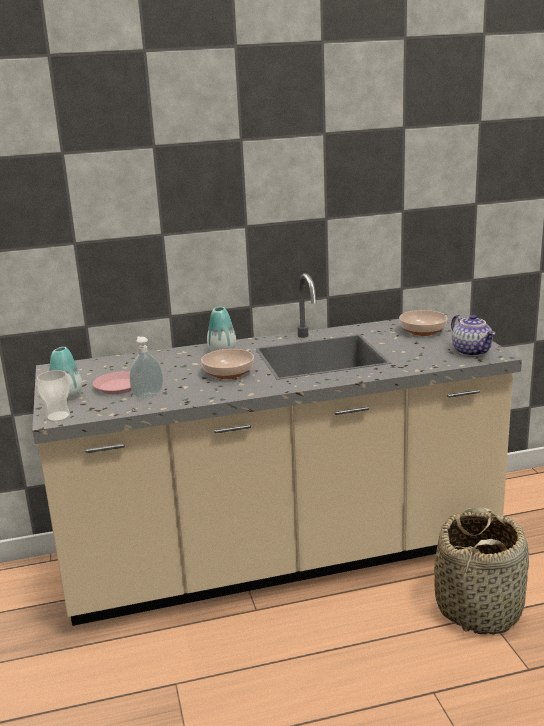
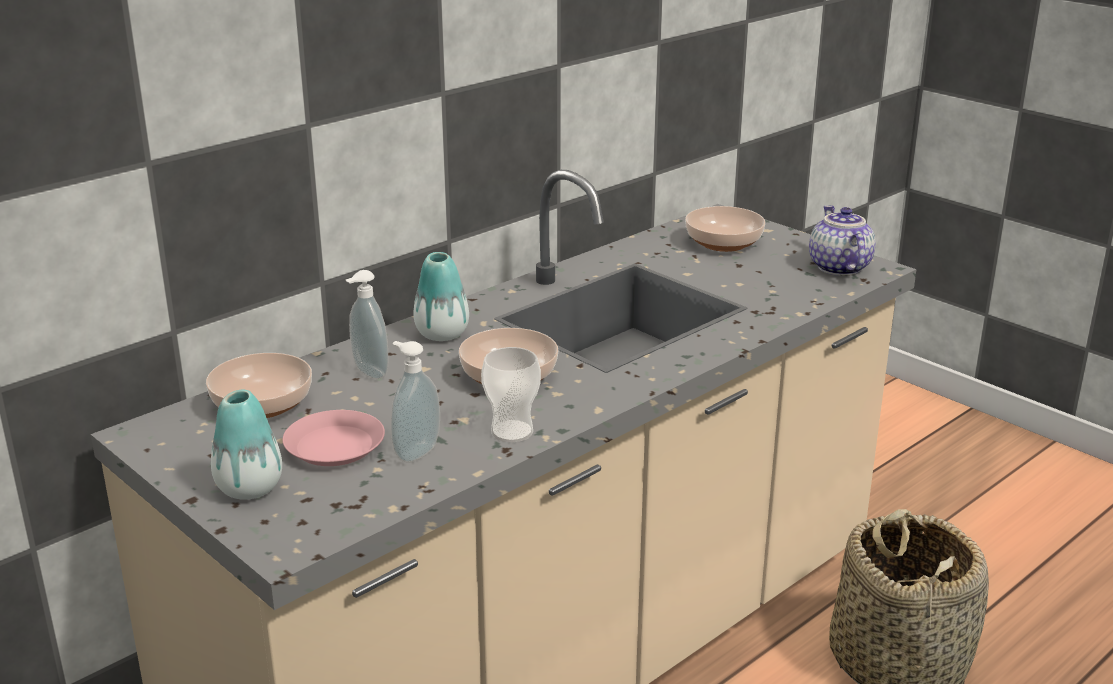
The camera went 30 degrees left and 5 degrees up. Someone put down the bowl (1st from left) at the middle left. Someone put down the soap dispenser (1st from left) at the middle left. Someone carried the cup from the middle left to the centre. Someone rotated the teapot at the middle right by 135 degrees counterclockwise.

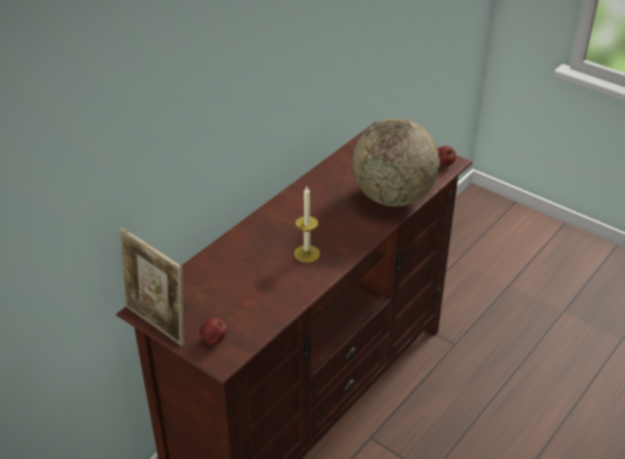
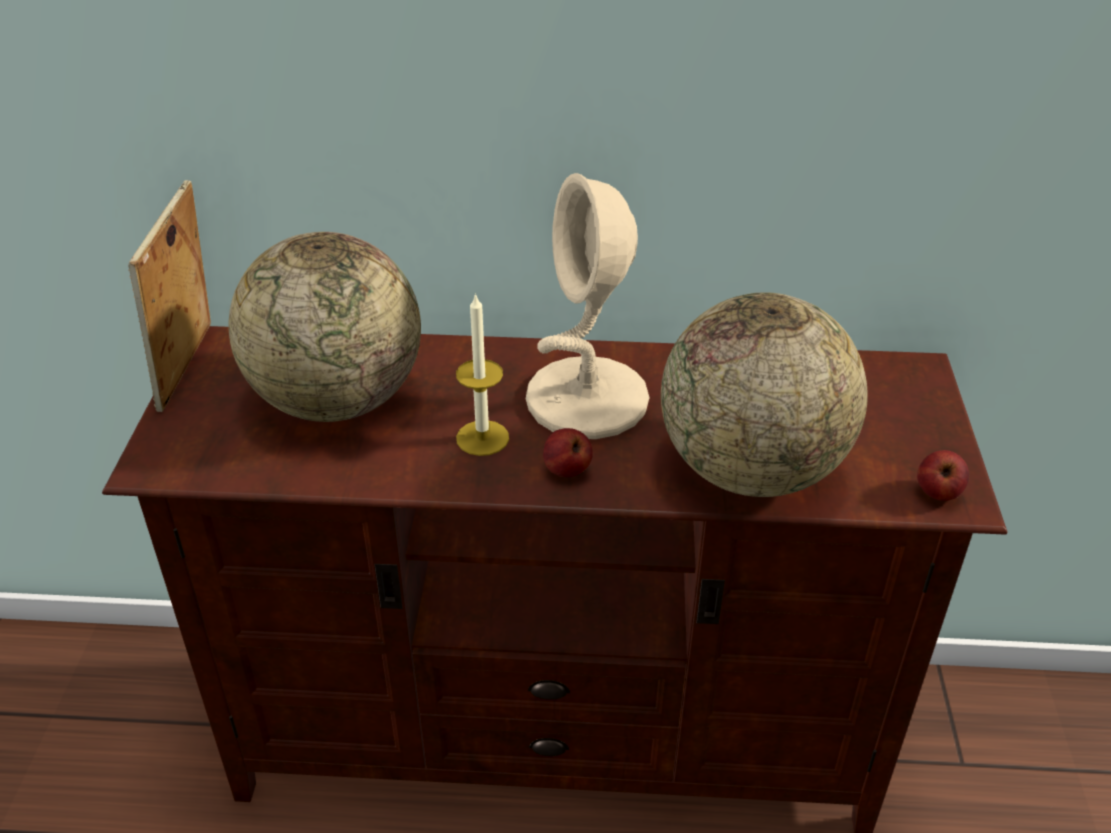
The camera went 55 degrees right and 0 degrees up. Someone put down the globe (1st from left) at the middle left. Someone put down the beige table lamp at the centre. Someone carried the apple (1st from left) from the bottom centre to the centre.

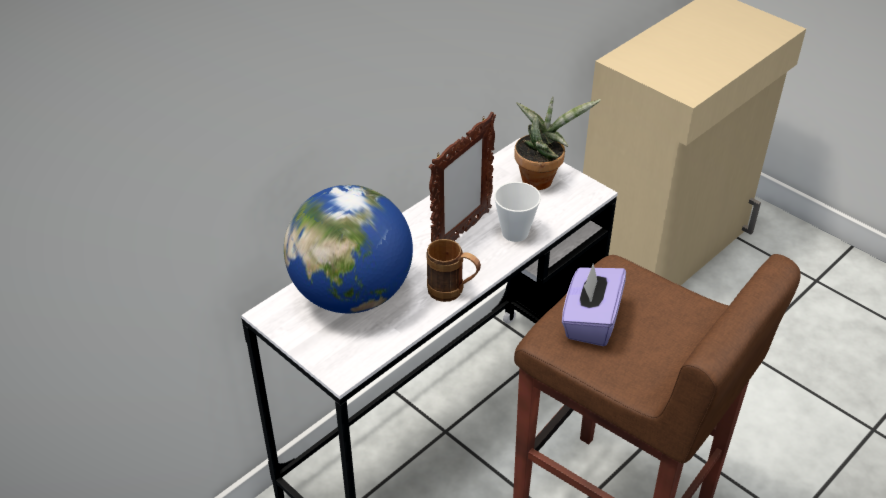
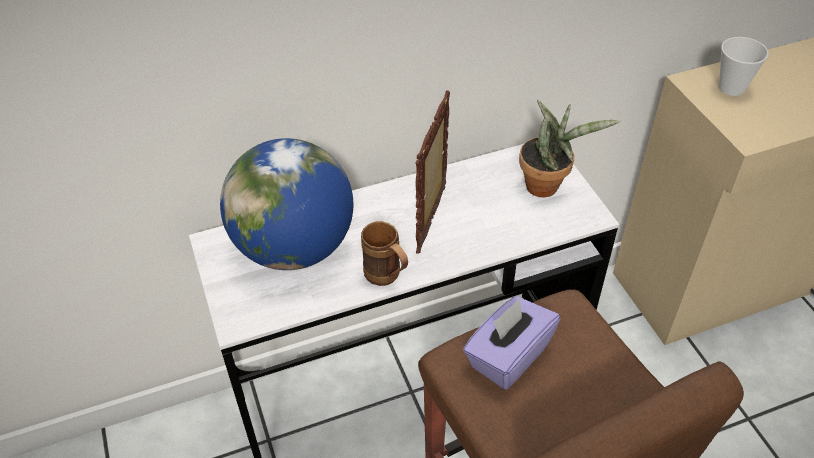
The camera went 25 degrees right and 5 degrees up. Someone rotated the picture frame at the centre by 135 degrees clockwise. Someone carried the cup from the centre to the top right.

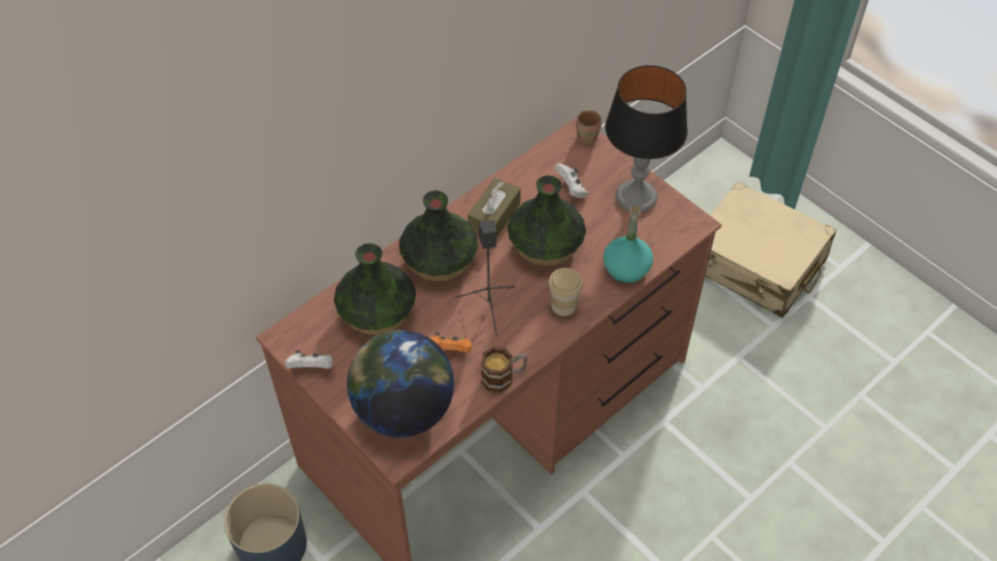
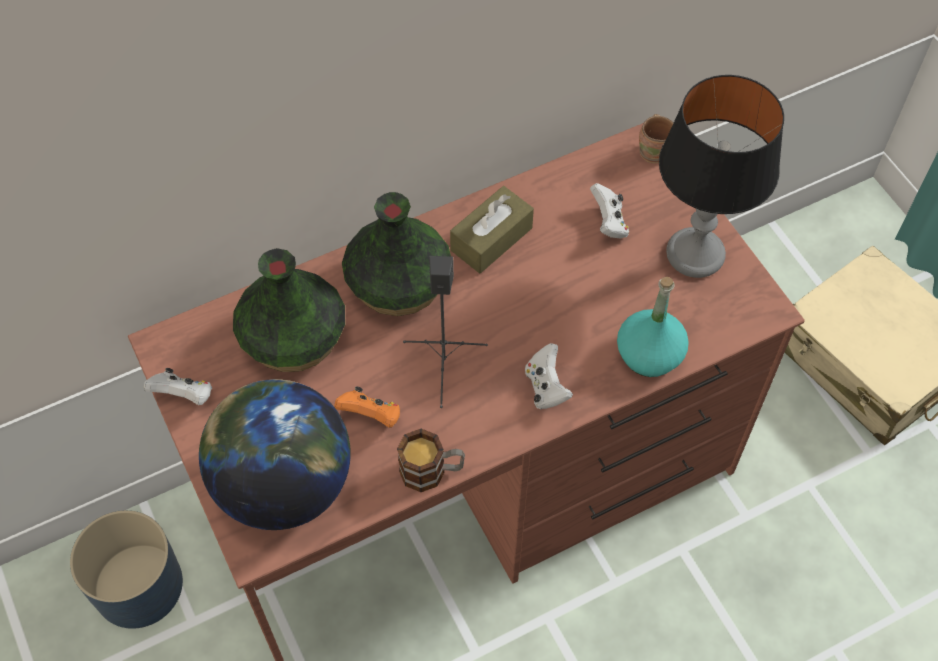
The camera went 15 degrees right and 5 degrees up. Someone swapped the cup at the centre for the white game controller (2nd from left) at the centre. Someone took away the vase (3rd from left) at the centre.

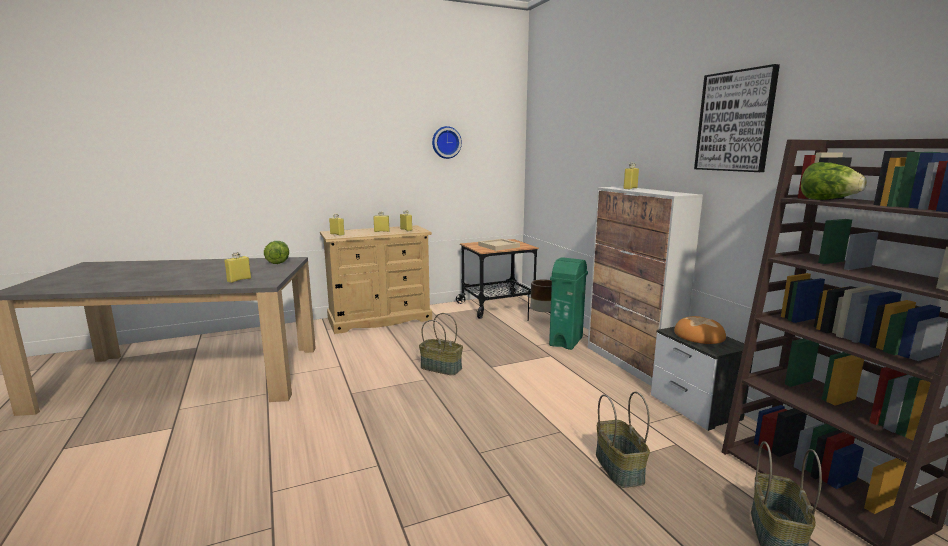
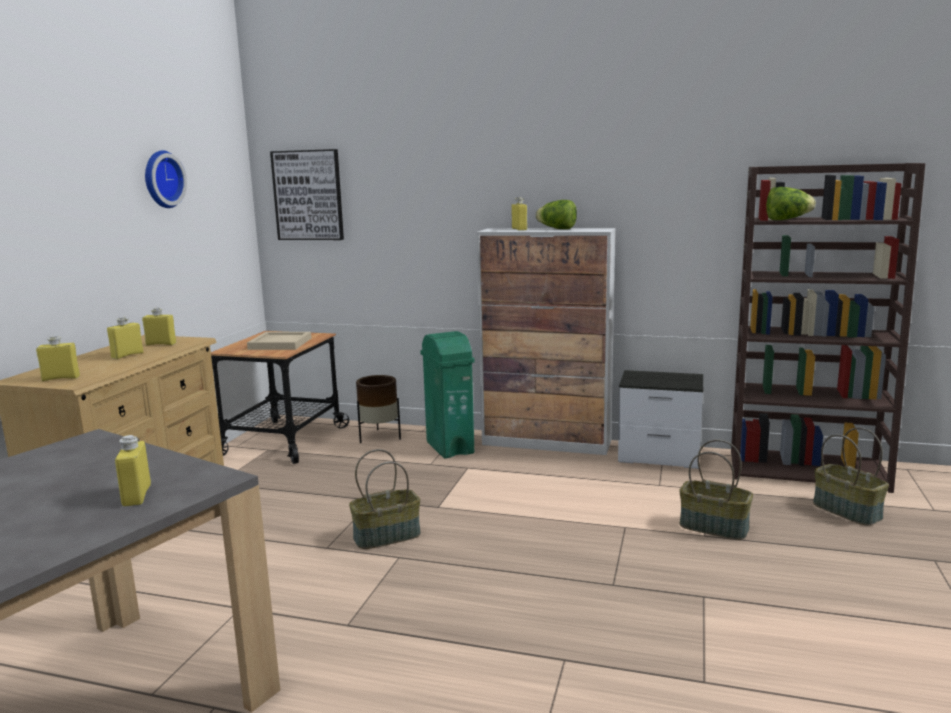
The camera went 50 degrees left and 0 degrees up. Someone carried the picture from the top right to the top left. Someone carried the lettuce (1st from left) from the middle left to the top centre. Someone took away the bread at the middle right.

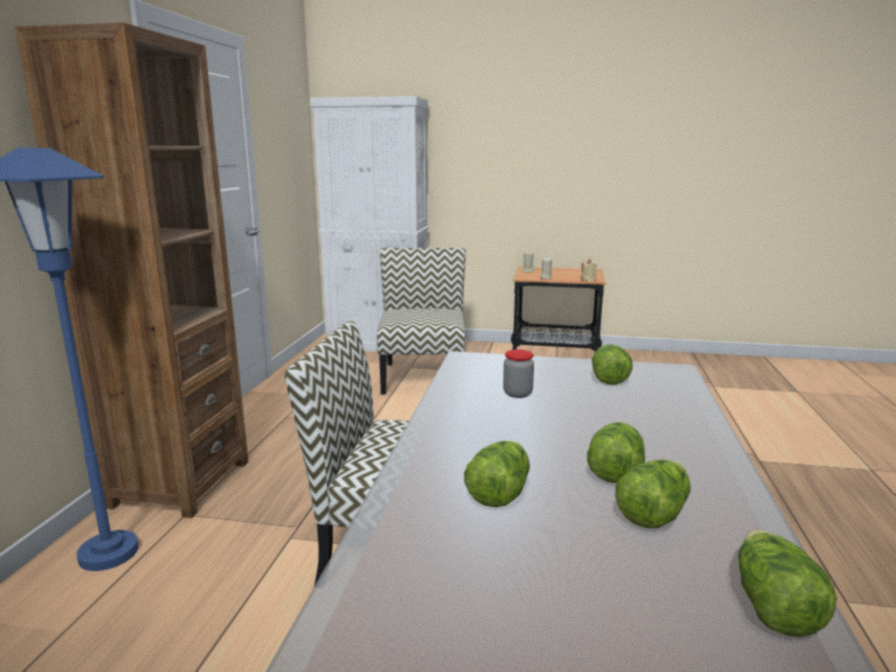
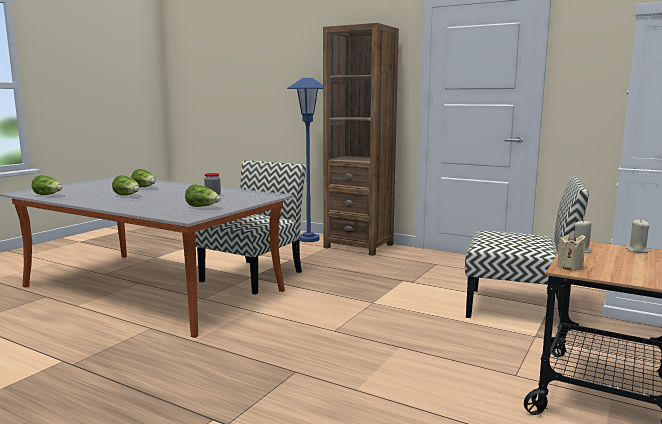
The camera went 110 degrees right and 5 degrees down. Someone took away the lettuce (4th from left) at the bottom right.

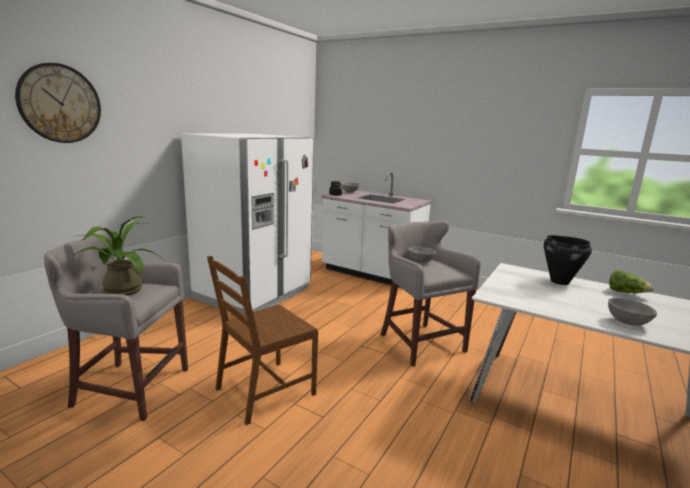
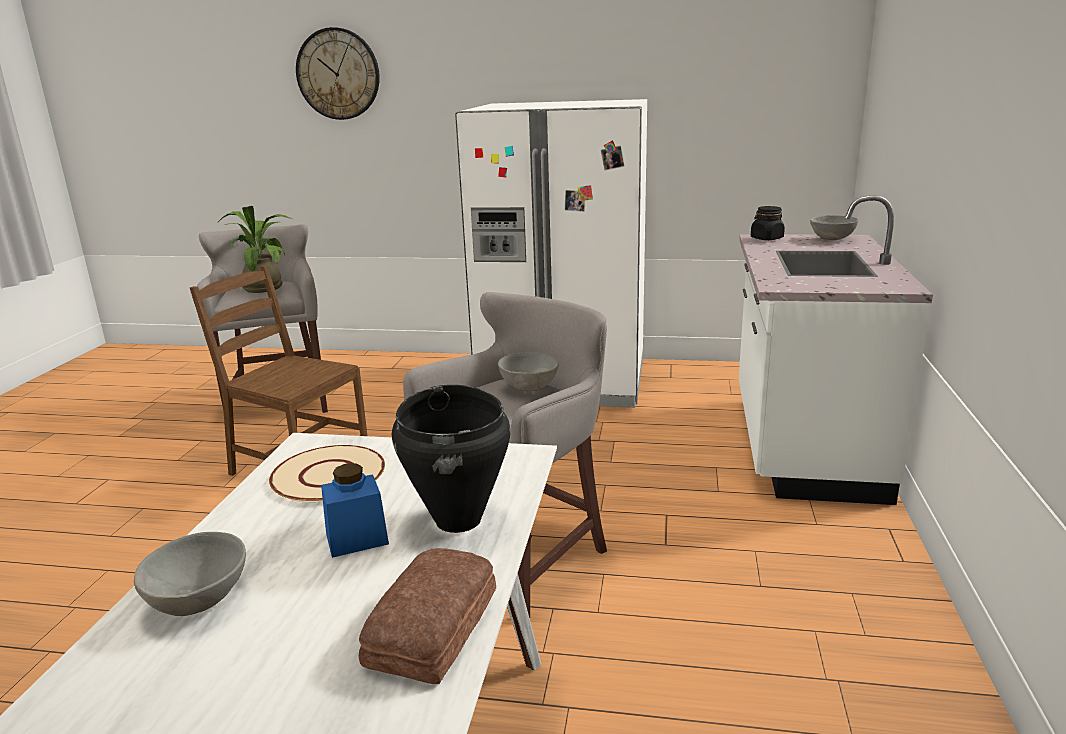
The camera went 70 degrees right and 5 degrees up. Someone put down the beige plate at the middle left. Someone put down the blue jar at the bottom left. Someone swapped the lettuce at the middle right for the bread at the bottom centre.

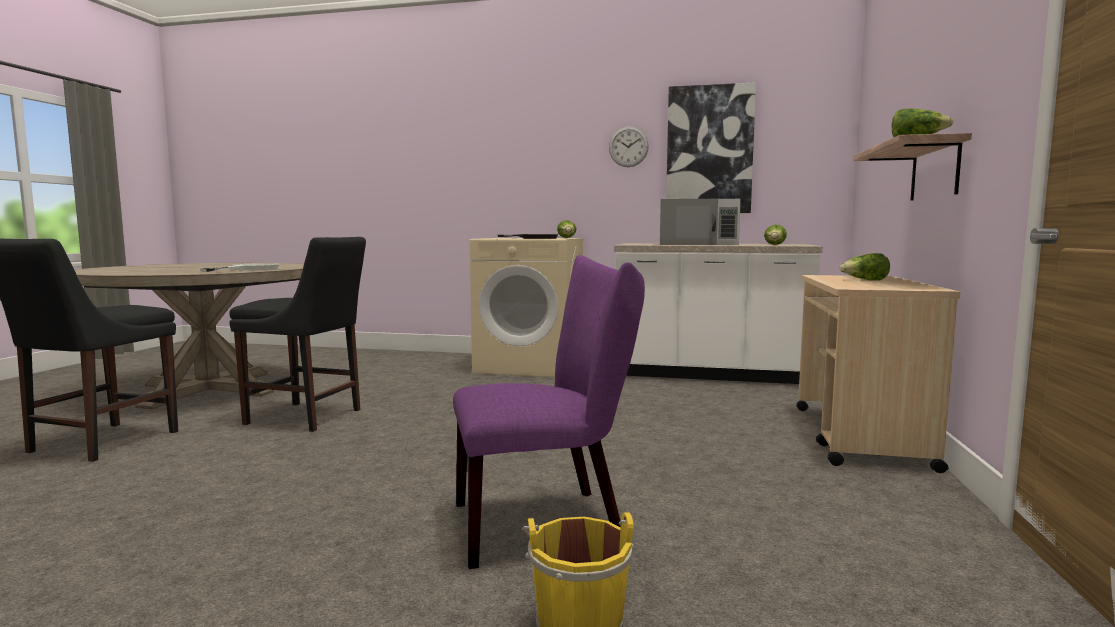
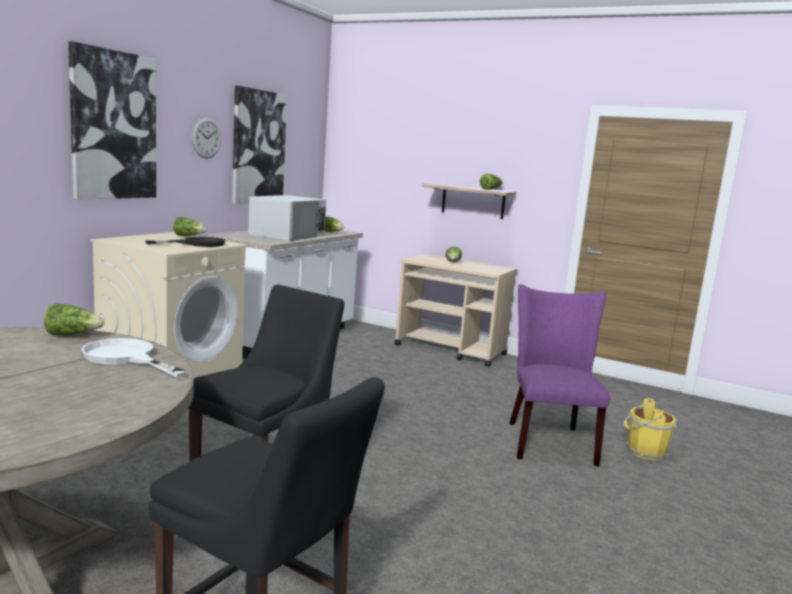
The camera went 75 degrees left and 5 degrees up. Someone put down the lettuce (1st from left) at the middle left. Someone put up the picture (1st from left) at the top left.

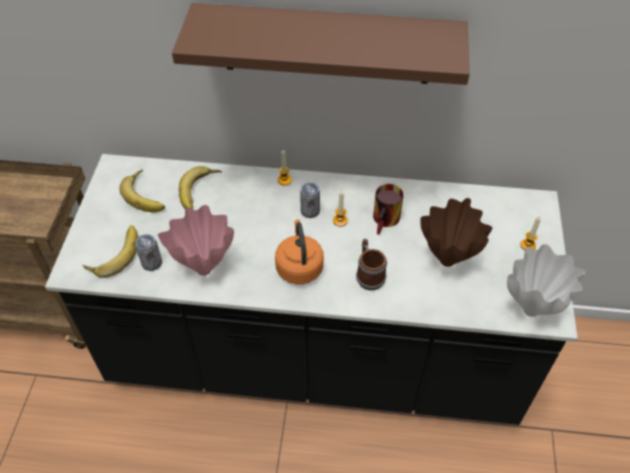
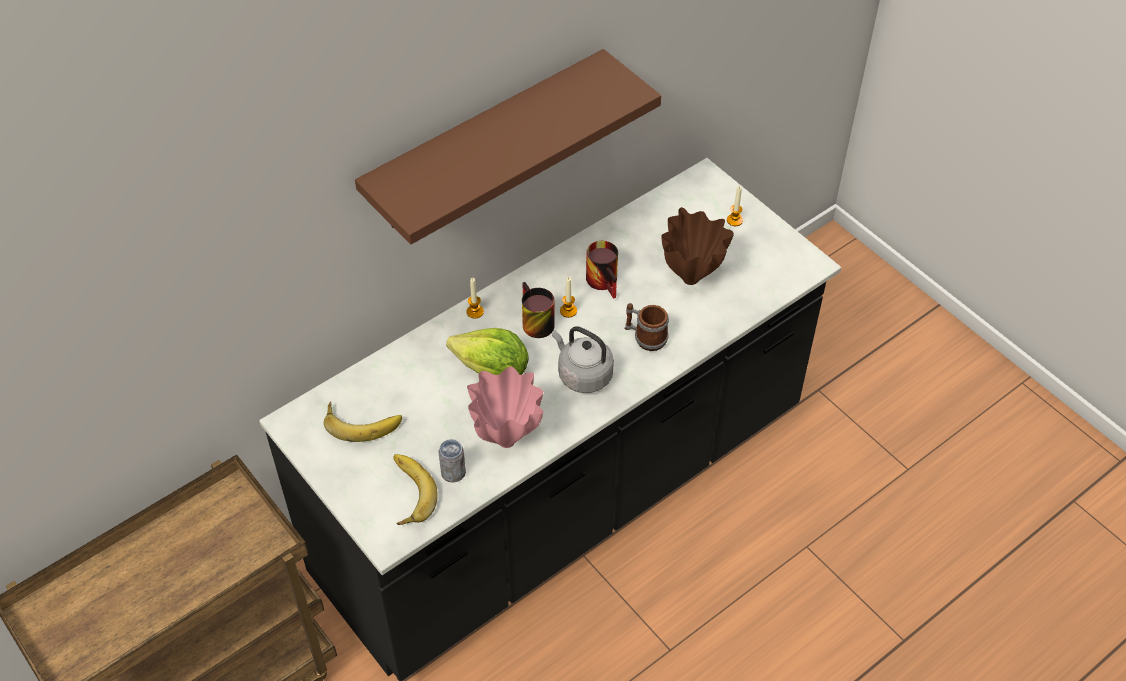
The camera went 45 degrees left and 0 degrees up. Someone put down the lettuce at the centre. Someone swapped the can (2nd from left) at the centre for the mug (1st from left) at the centre. Someone repainted the orange kettle at the centre, which became the grey kettle at the centre. Someone took away the banana (3rd from left) at the middle left. Someone took away the white vase at the middle right.

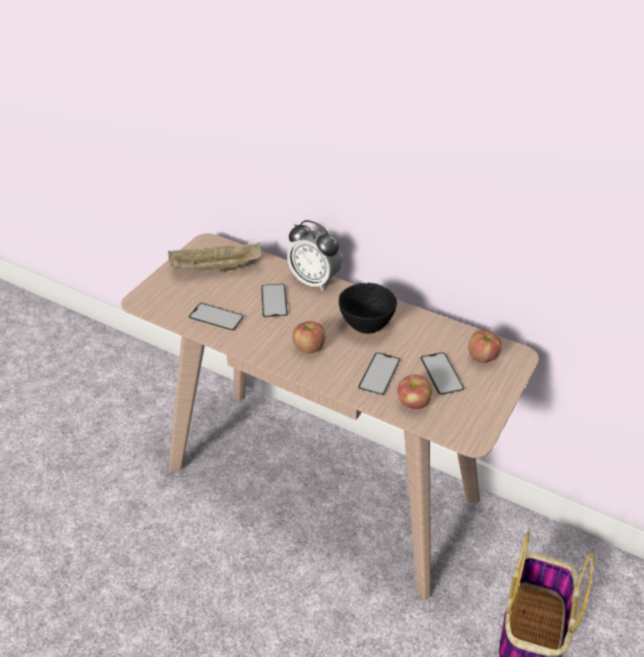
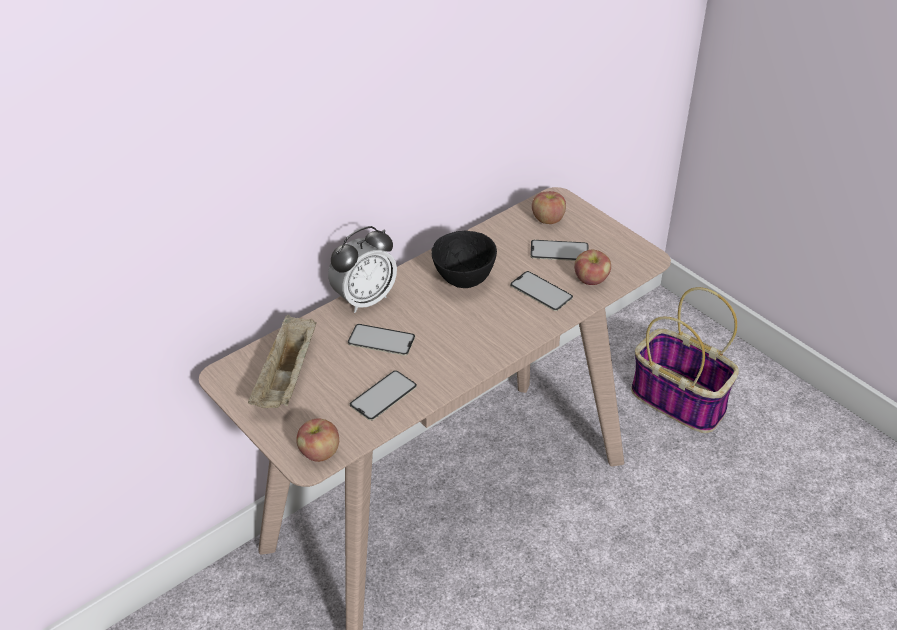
The camera went 70 degrees left and 0 degrees up. Someone carried the apple (1st from left) from the centre to the bottom centre.

